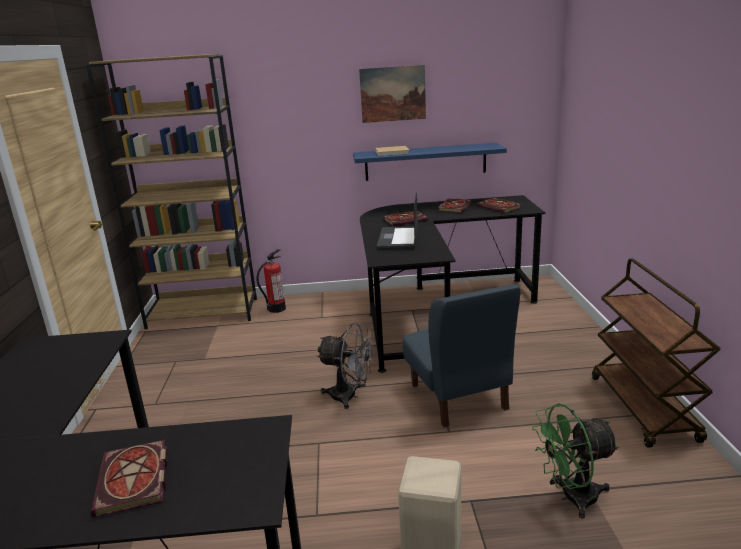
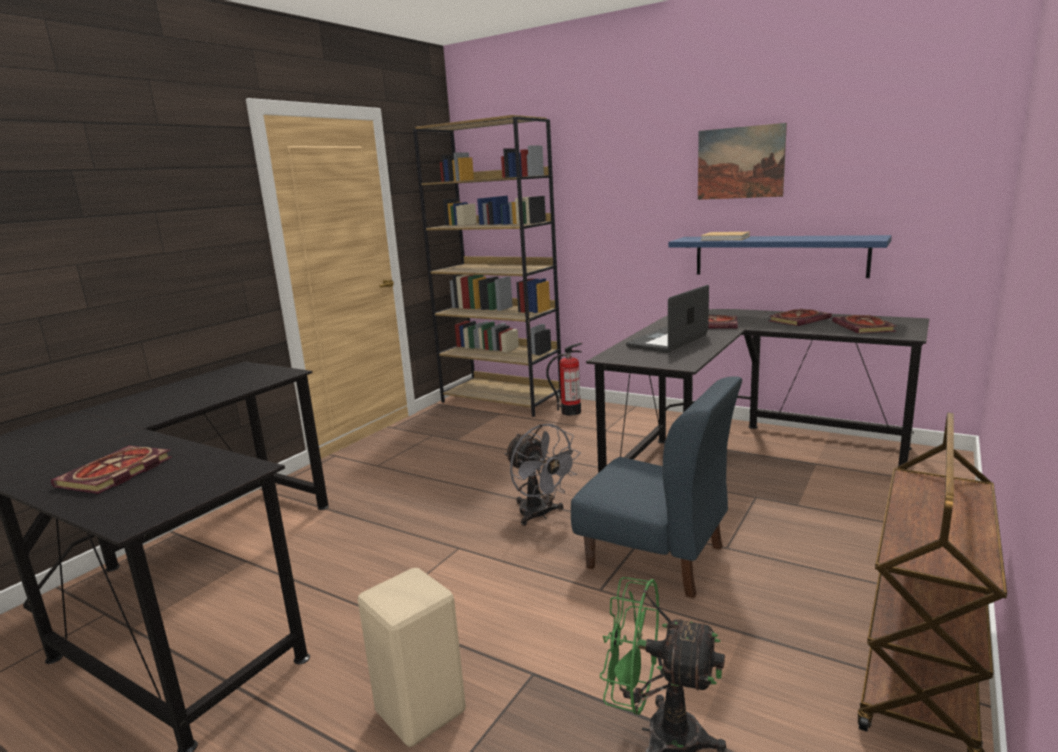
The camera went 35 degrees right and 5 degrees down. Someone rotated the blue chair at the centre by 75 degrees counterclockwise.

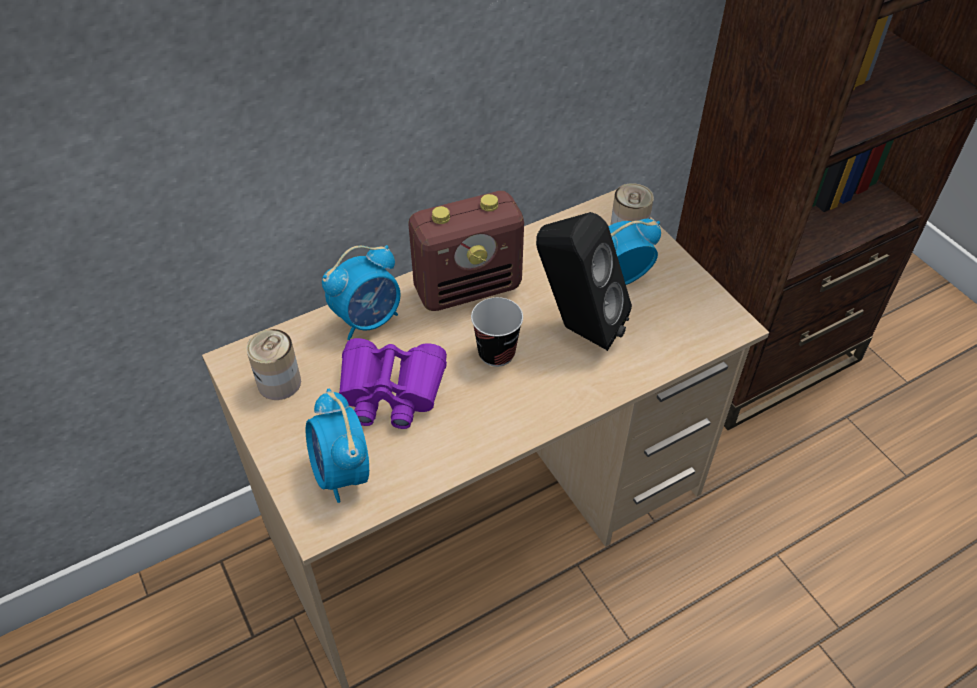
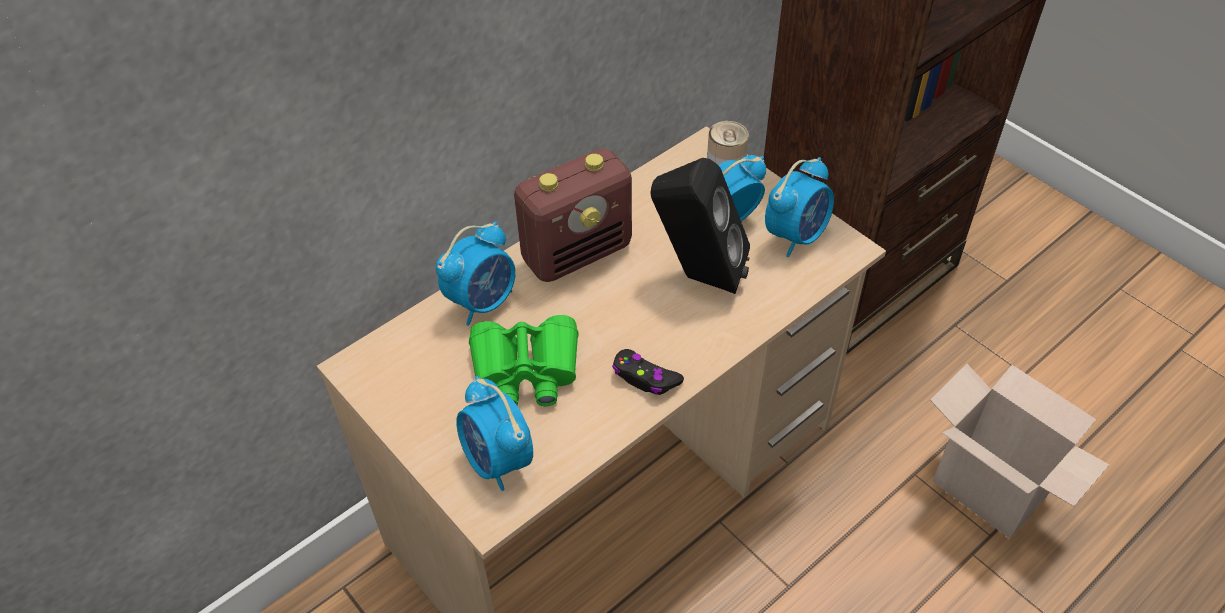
The camera went 10 degrees left and 0 degrees up. Someone repainted the purple binoculars at the centre, which became the green binoculars at the centre. Someone put down the black game controller at the centre. Someone put down the alarm clock (4th from left) at the centre. Someone put down the cardboard box at the bottom right. Someone took away the can (1st from left) at the middle left. Someone took away the cup at the centre.

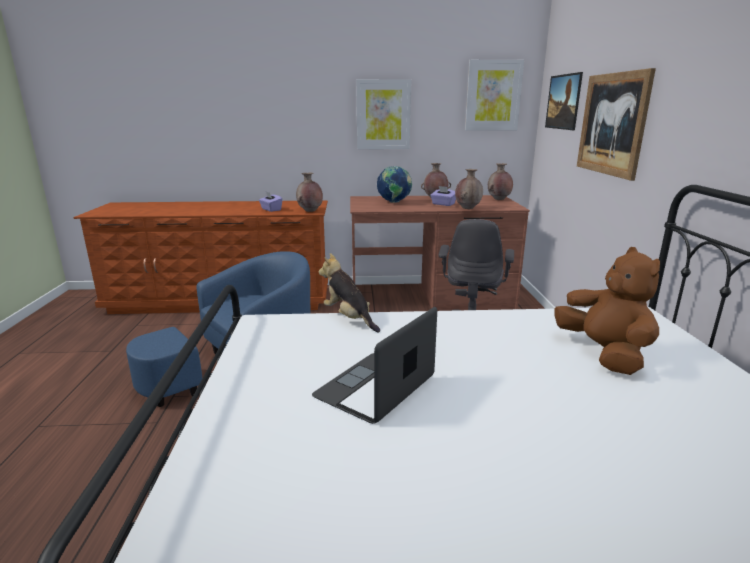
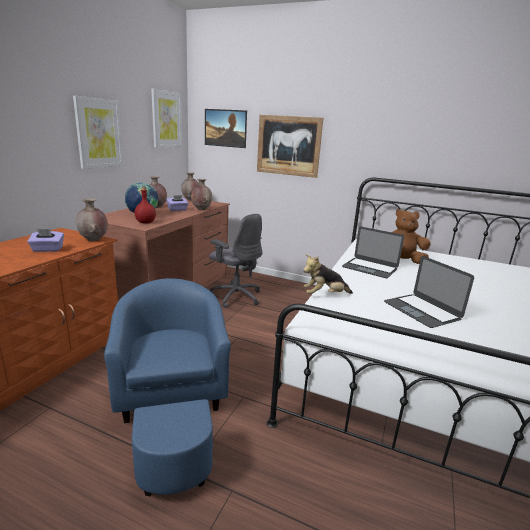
The camera went 65 degrees left and 0 degrees up. Someone put down the red bottle at the middle left. Someone put down the laptop (1st from left) at the middle right.

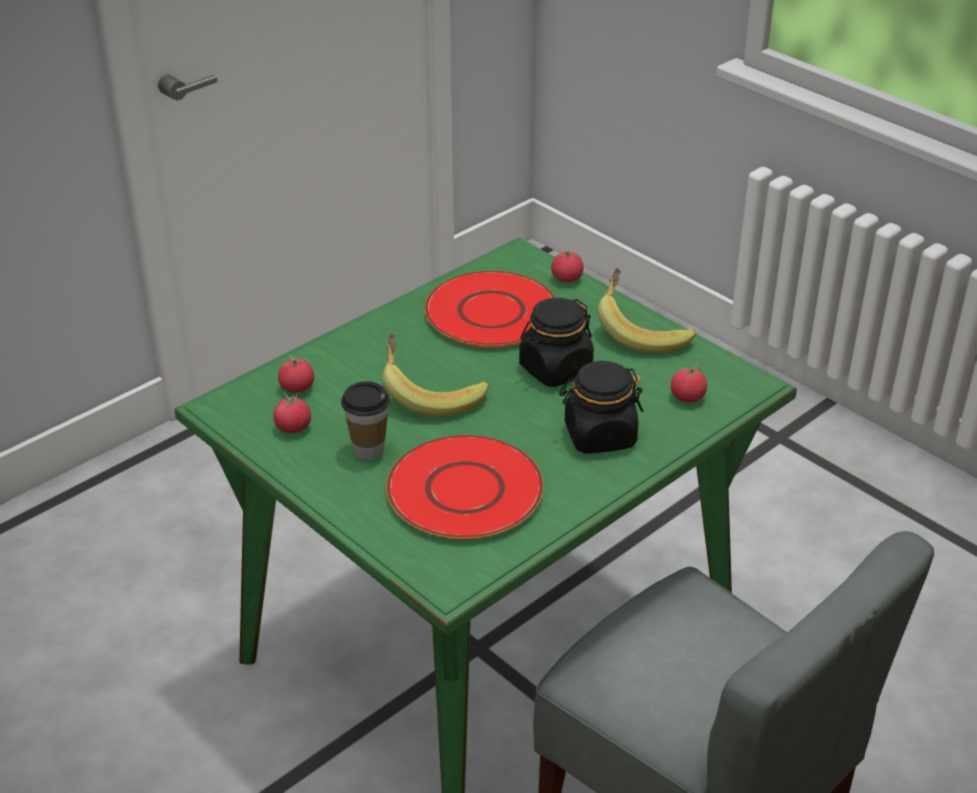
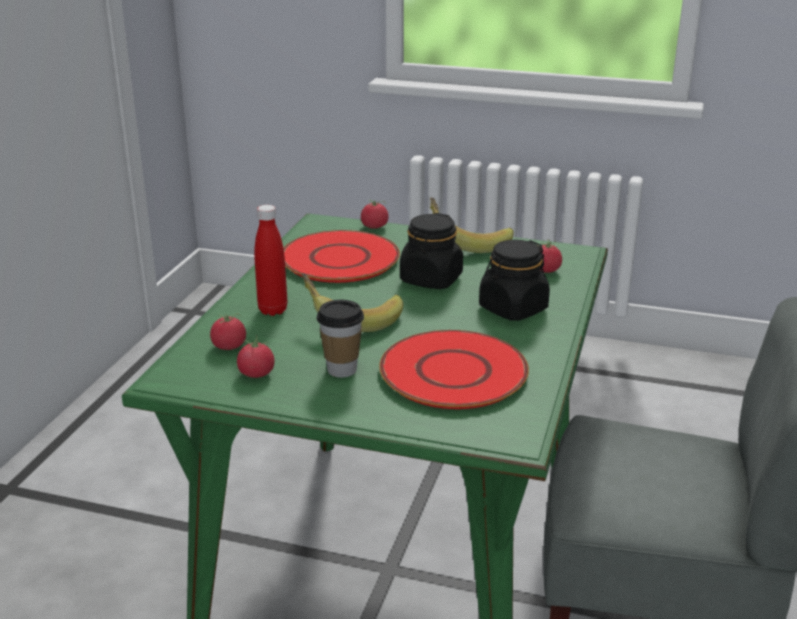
The camera went 30 degrees left and 10 degrees down. Someone put down the red bottle at the centre.

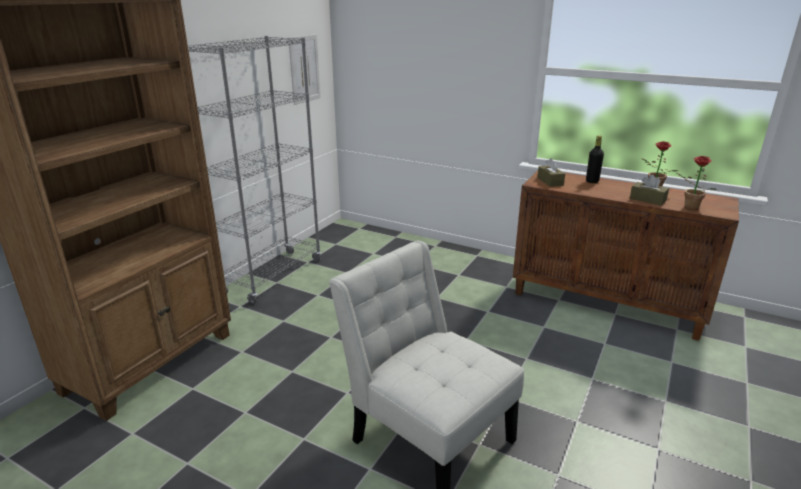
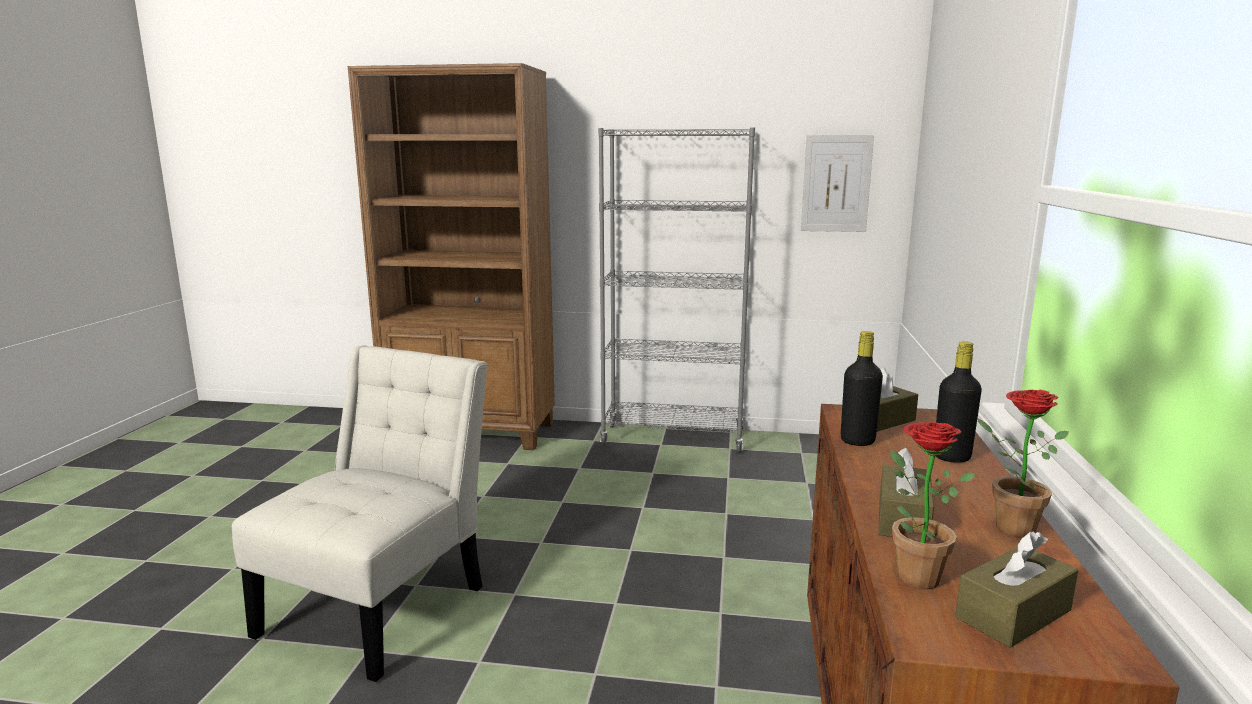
The camera went 70 degrees right and 10 degrees down. Someone put down the black bottle (1st from left) at the middle right. Someone put down the brown tissue box (3rd from left) at the bottom right.

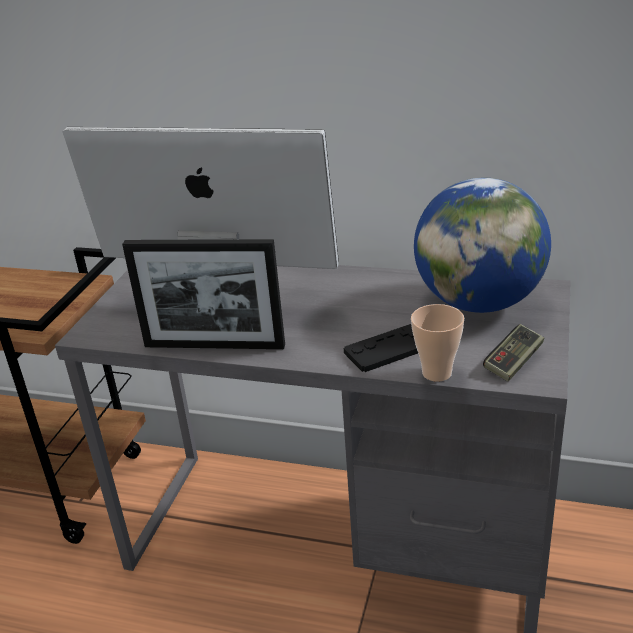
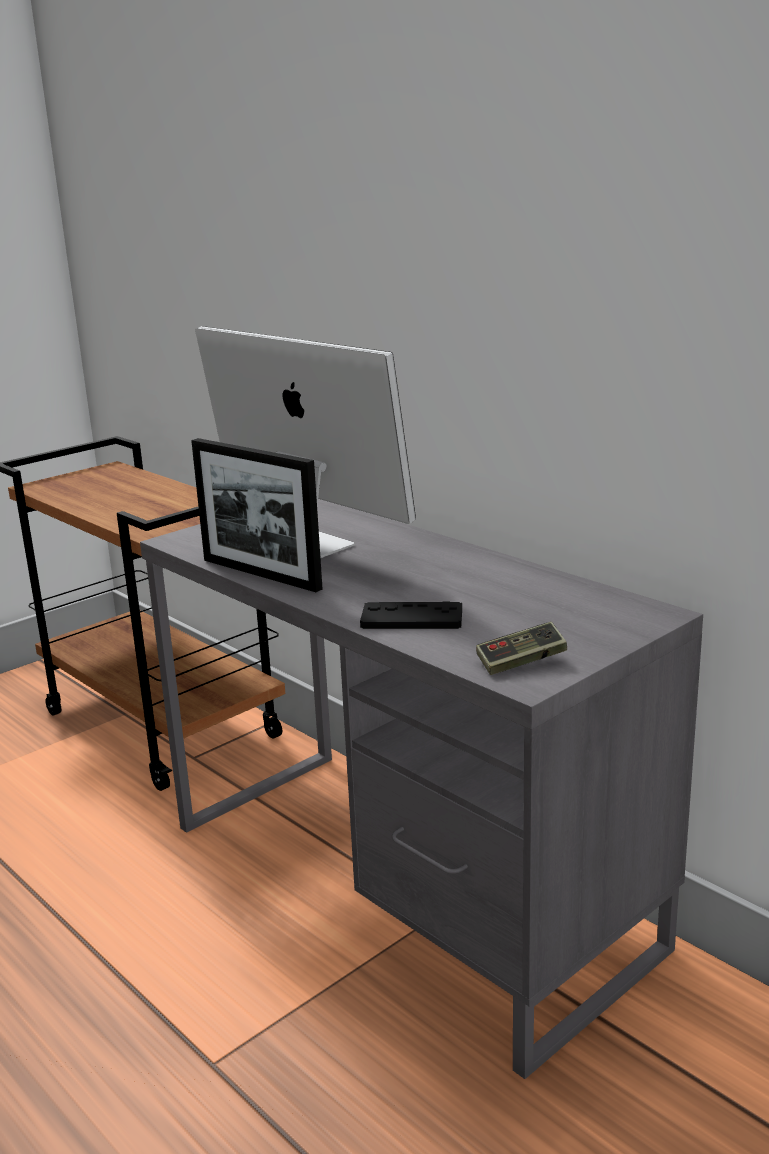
The camera went 30 degrees right and 10 degrees down. Someone took away the cup at the middle right. Someone took away the globe at the middle right.

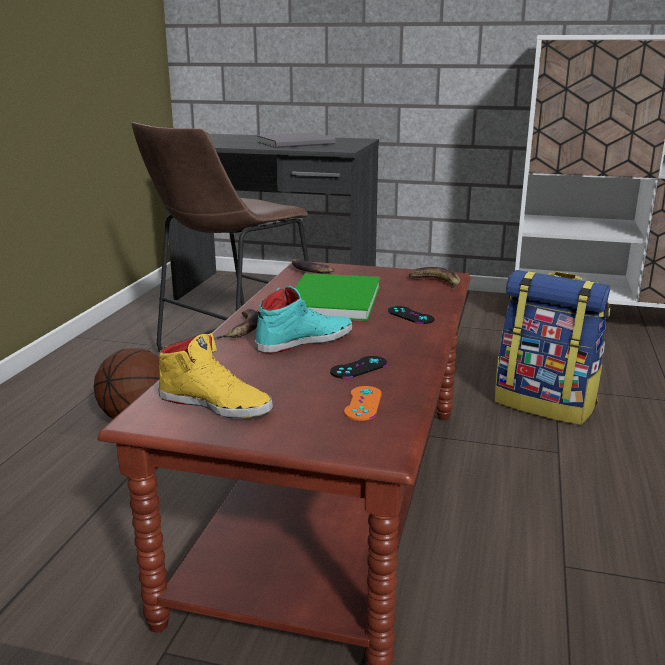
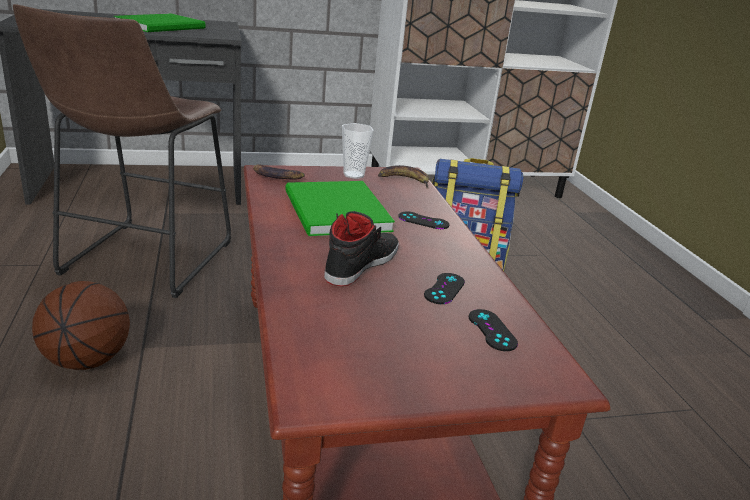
The camera went 30 degrees left and 5 degrees up. Someone repainted the grey book at the top centre, which became the green book (1st from left) at the top left. Someone repainted the turquoise shoe at the centre, which became the black shoe at the centre. Someone put down the cup at the top centre. Someone repainted the orange game controller at the centre, which became the black game controller (3rd from left) at the centre. Someone took away the yellow shoe at the middle left. Someone took away the banana (1st from left) at the centre.

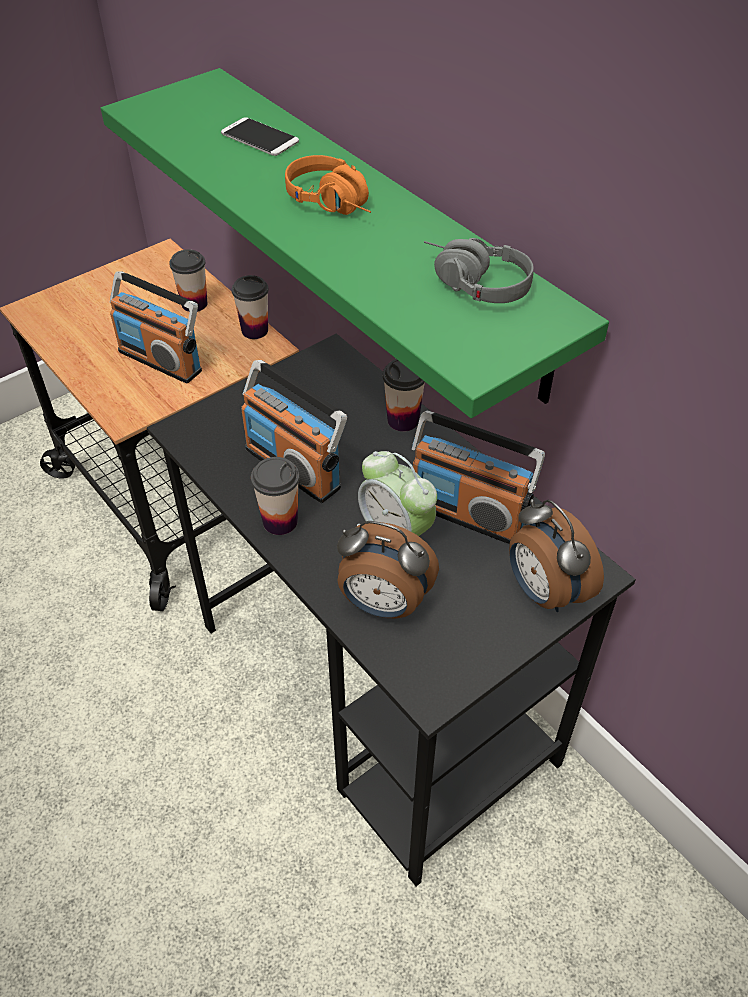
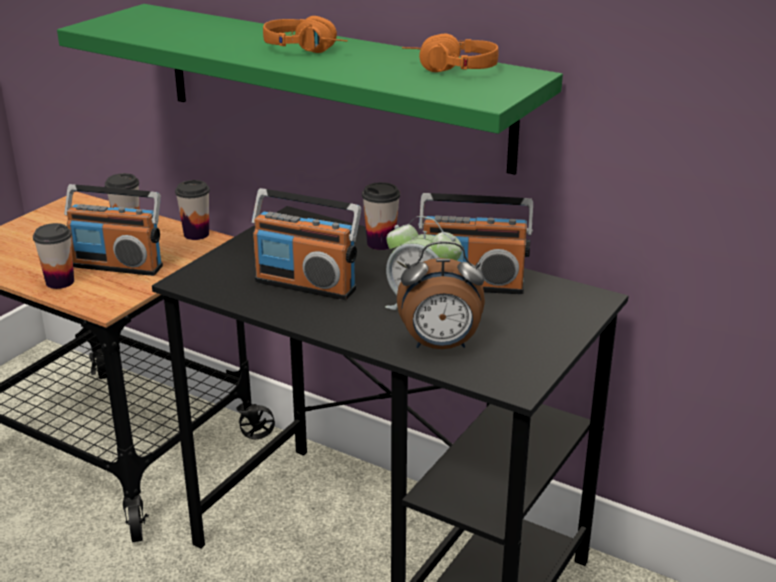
The camera went 20 degrees left and 20 degrees down. Someone carried the cup (3rd from left in the first image) from the centre to the middle left. Someone repainted the grey headphones at the top centre, which became the orange headphones (2nd from left) at the top centre. Someone took away the phone at the top centre. Someone took away the alarm clock (3rd from left) at the middle right.

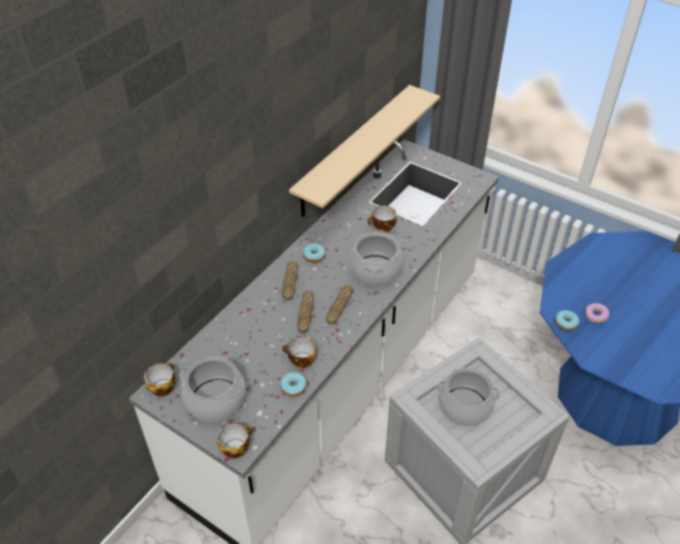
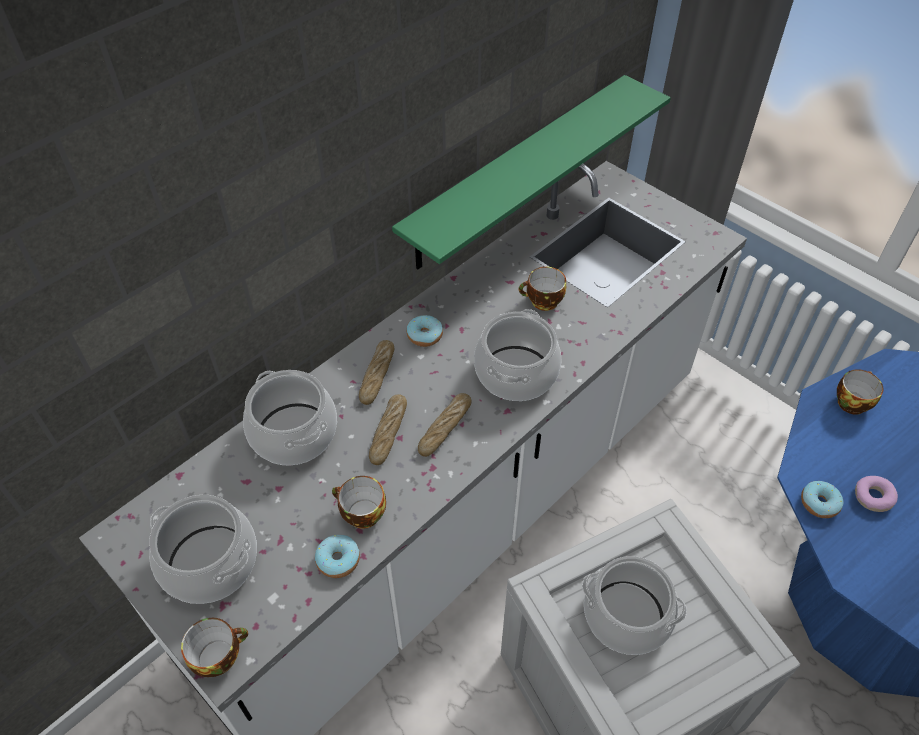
The camera went 10 degrees right and 5 degrees up. Someone put down the cooking pot (2nd from left) at the middle left. Someone repainted the beige shelf at the top centre, which became the green shelf at the top centre. Someone carried the cup (1st from left in the first image) from the bottom left to the middle right.

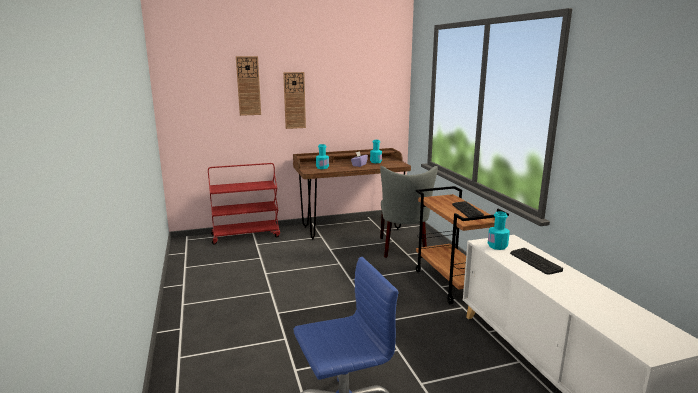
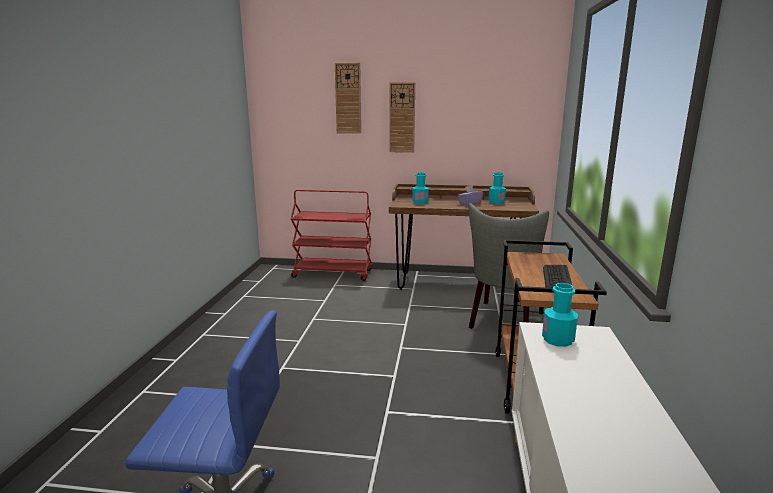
The camera went 25 degrees right and 0 degrees up. Someone took away the keyboard (2nd from left) at the middle right.

